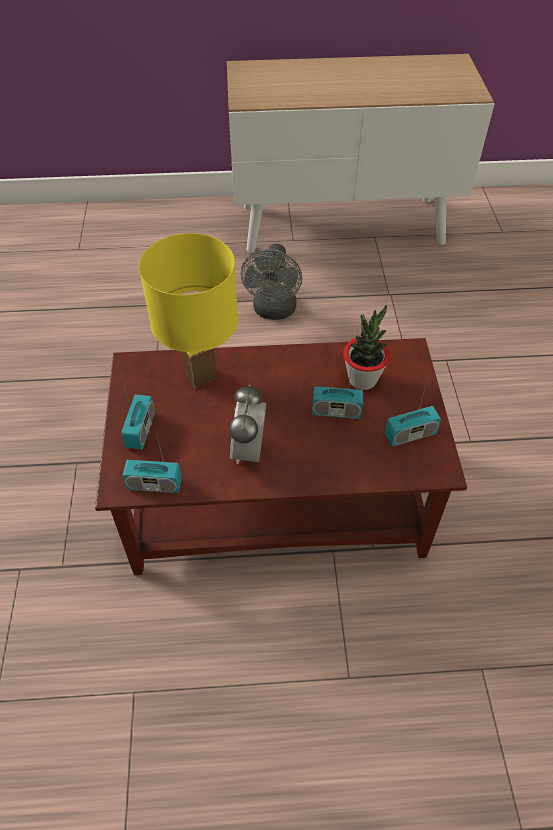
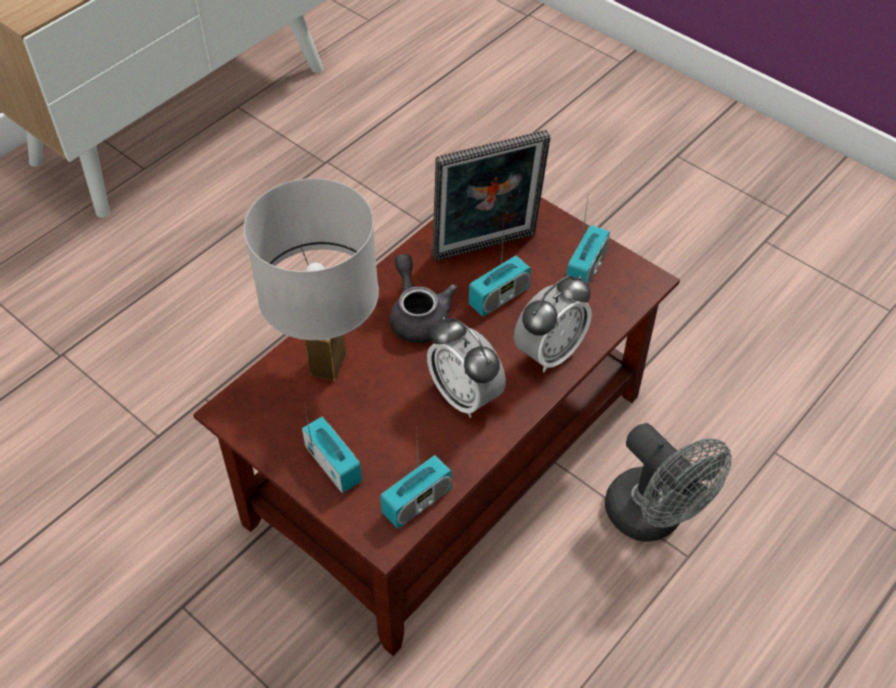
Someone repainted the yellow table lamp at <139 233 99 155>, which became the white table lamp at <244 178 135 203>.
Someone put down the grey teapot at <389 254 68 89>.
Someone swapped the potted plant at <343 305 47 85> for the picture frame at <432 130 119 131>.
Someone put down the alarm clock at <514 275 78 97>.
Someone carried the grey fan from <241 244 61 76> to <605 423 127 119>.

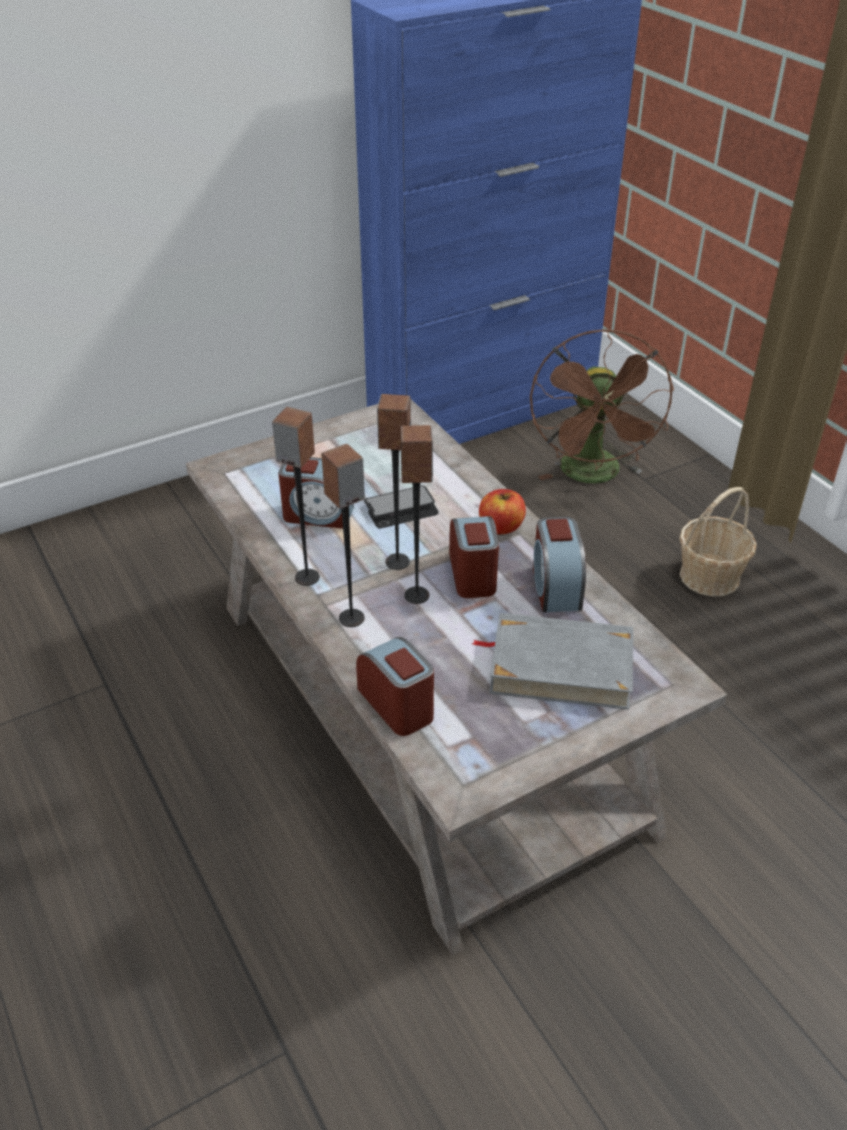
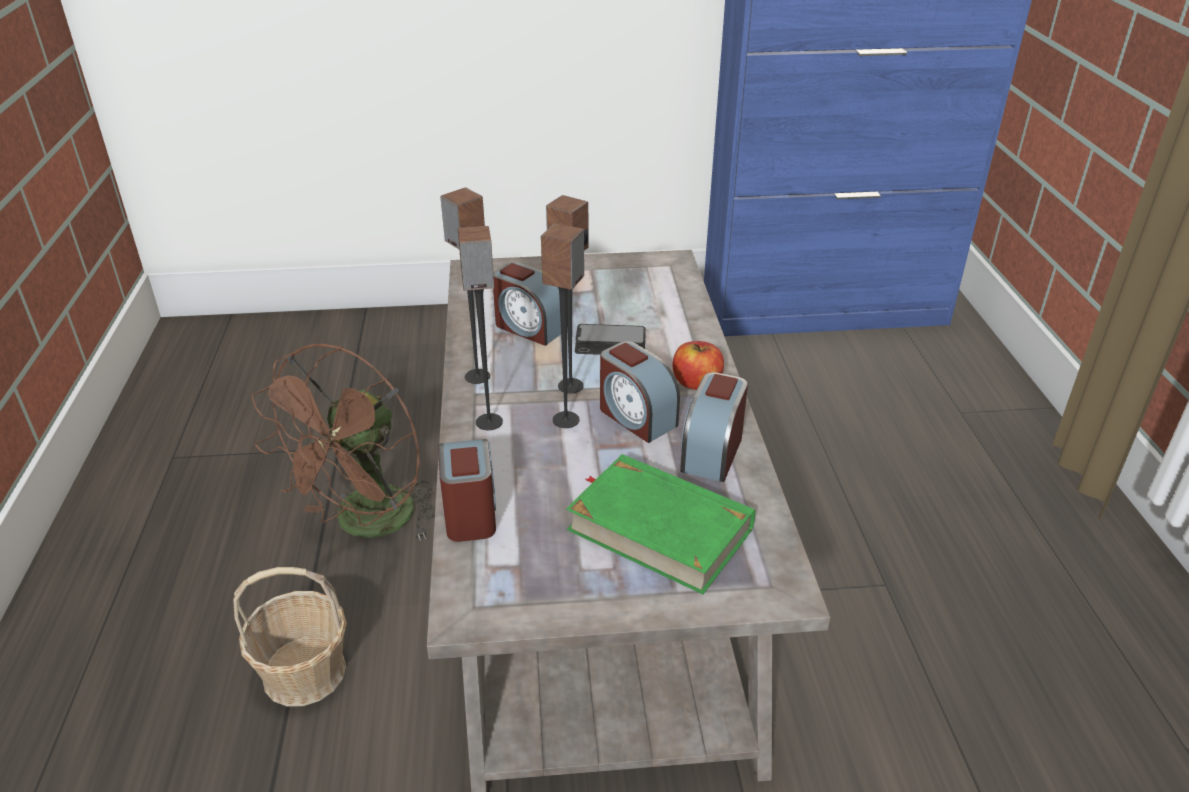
Someone carried the basket from <679 487 78 110> to <233 567 114 140>.
Someone carried the brown fan from <530 329 144 154> to <251 344 184 197>.
Someone repainted the grey book at <472 613 161 96>, which became the green book at <566 454 189 140>.
Someone rotated the alarm clock at <449 516 50 82> by 120 degrees clockwise.

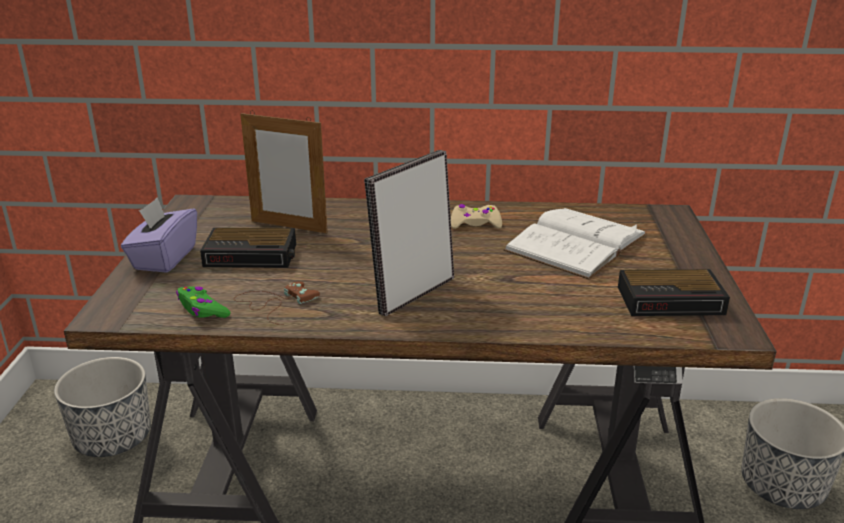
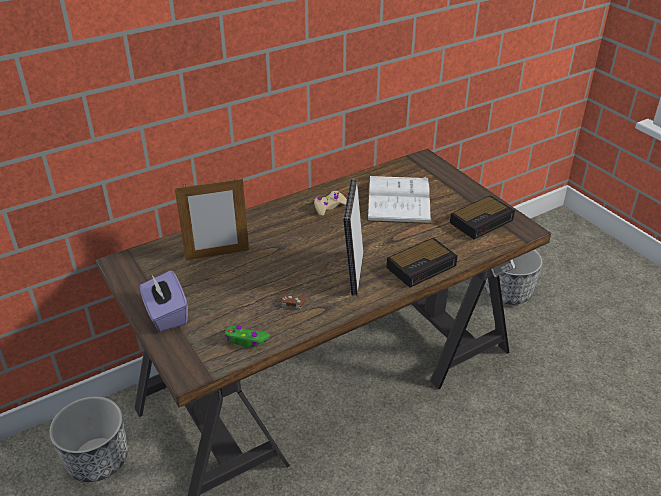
Someone carried the alarm clock from <200 228 96 40> to <387 237 71 51>.

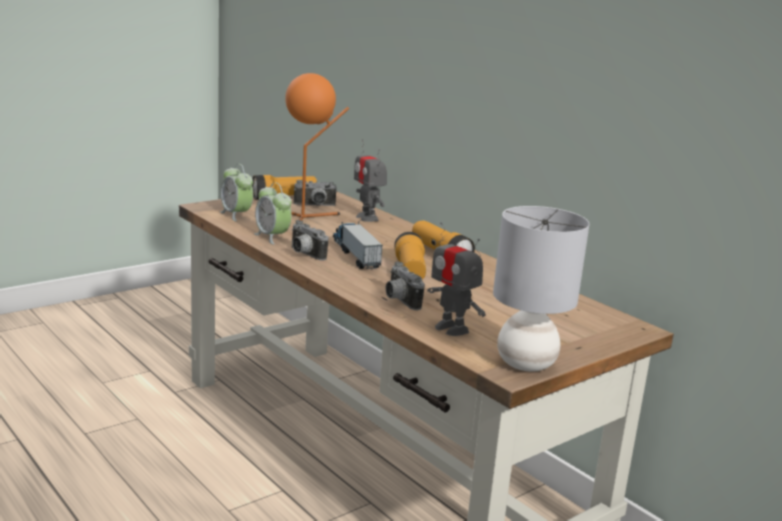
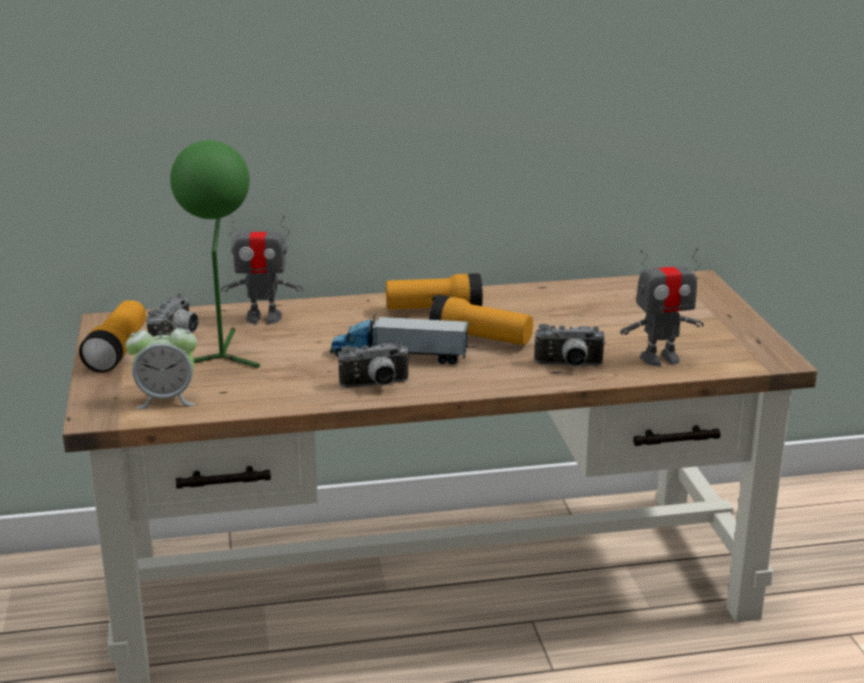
Someone repainted the orange table lamp at <285 73 64 148>, which became the green table lamp at <170 140 90 228>.
Someone took away the alarm clock at <254 182 38 62>.
Someone took away the grey table lamp at <493 206 97 166>.

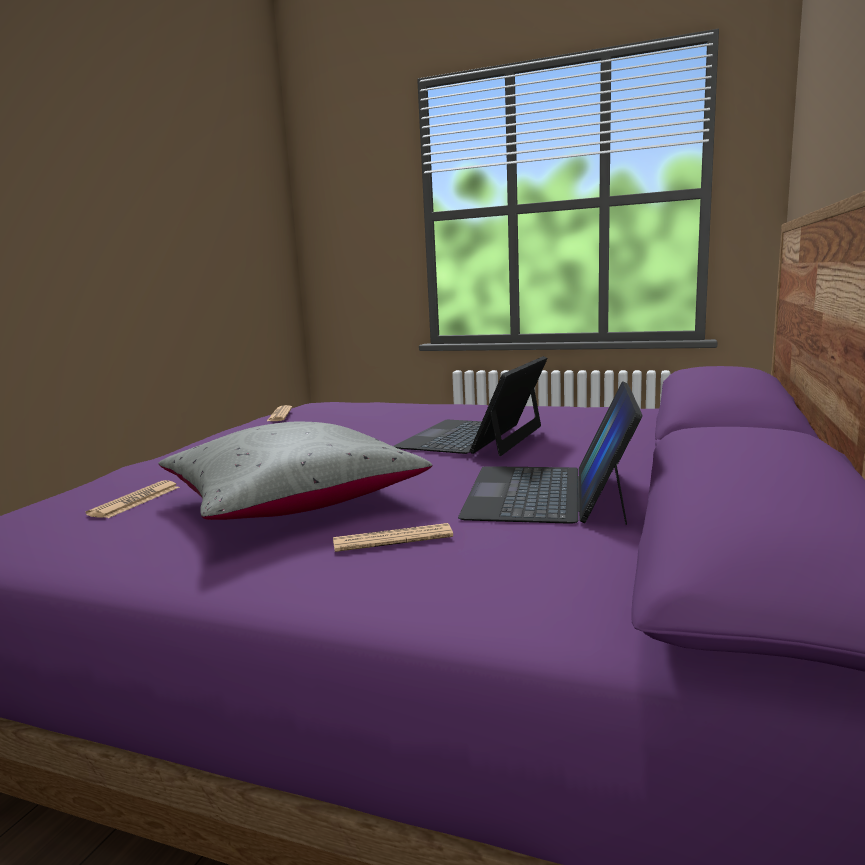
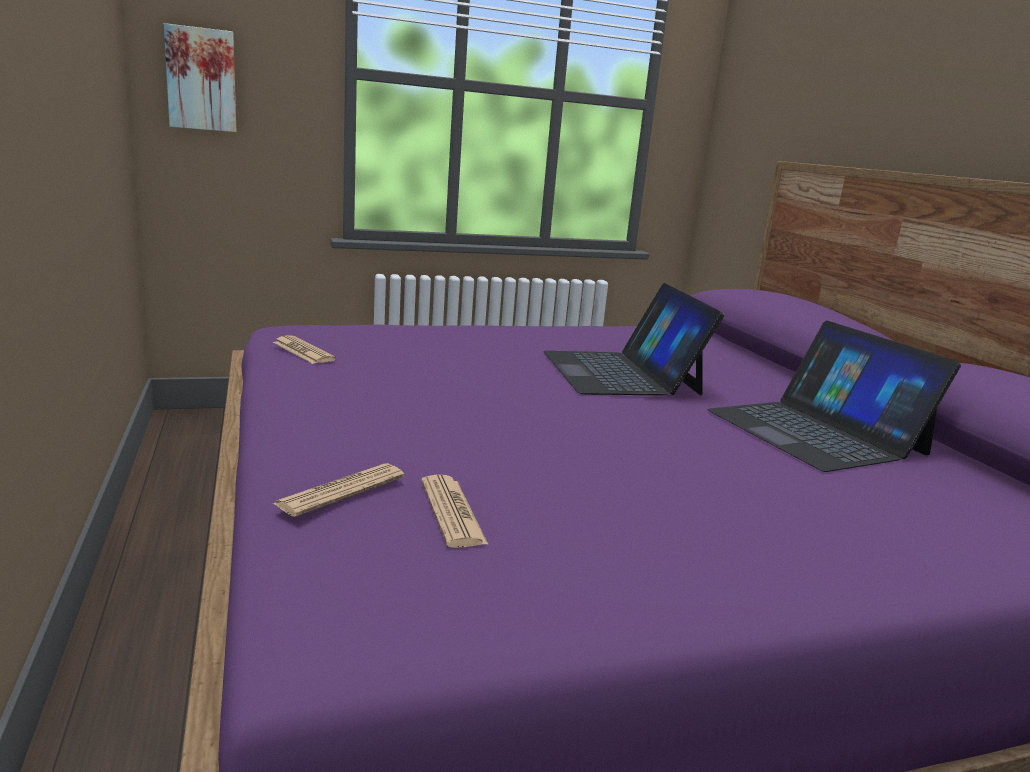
Someone put up the picture at <164 23 72 109>.
Someone carried the newspaper from <333 523 120 29> to <272 463 133 54>.
Someone took away the grey pillow at <158 422 275 98>.

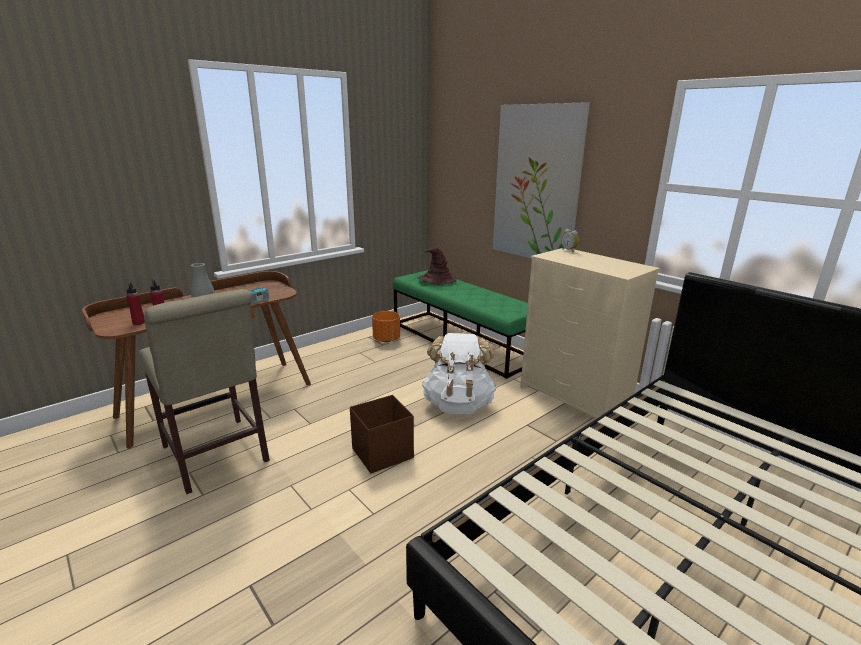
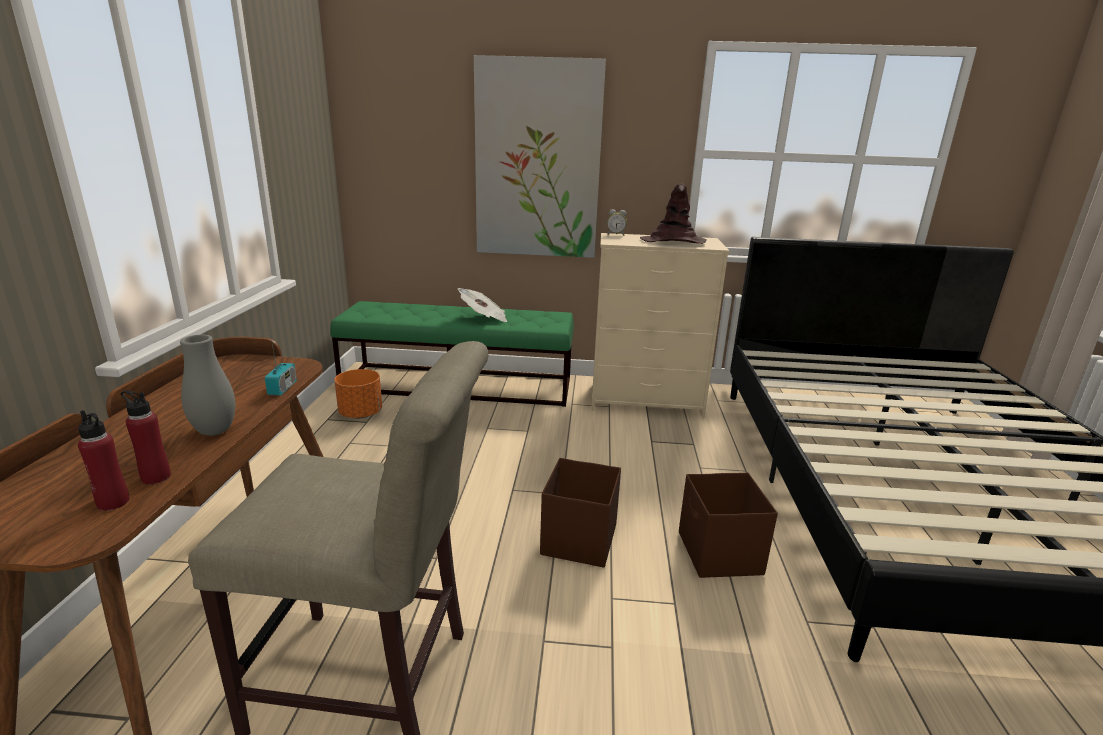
Someone put down the newspaper at <458 288 49 34>.
Someone carried the brown hat from <418 247 38 38> to <640 184 67 60>.
Someone put down the brown storage box at <679 473 99 105>.
Someone took away the white backpack at <422 333 74 81>.

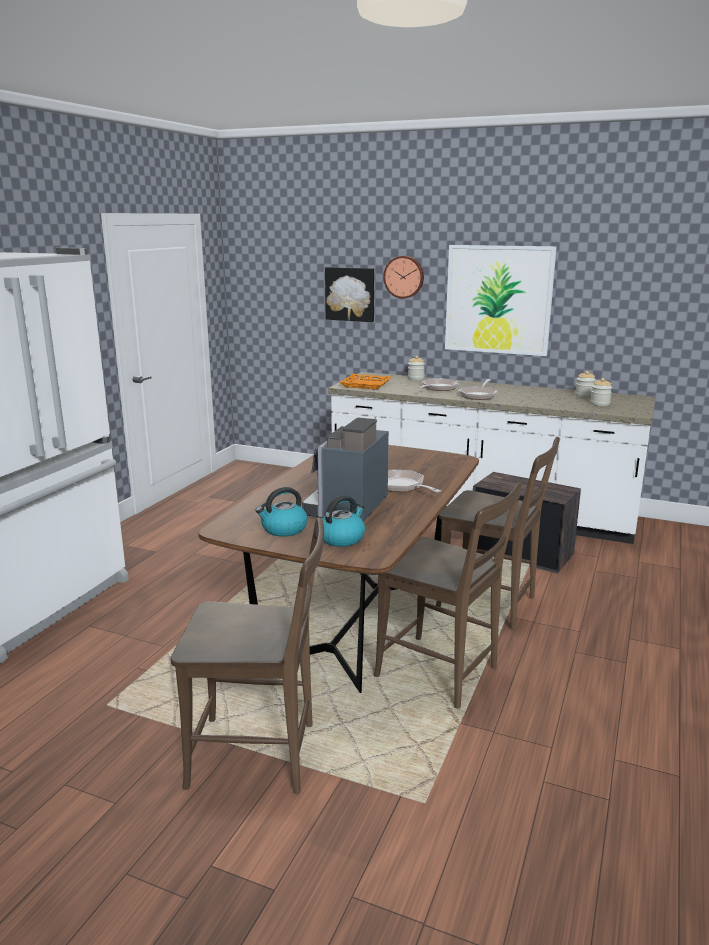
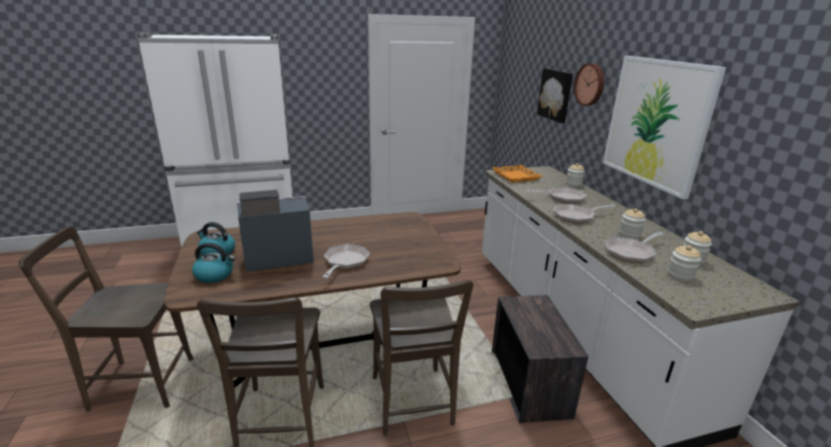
Someone rotated the brown chair at <170 518 154 276> by 120 degrees clockwise.
Someone put down the frying pan at <605 232 58 31>.
Someone put down the jar at <619 208 27 31>.

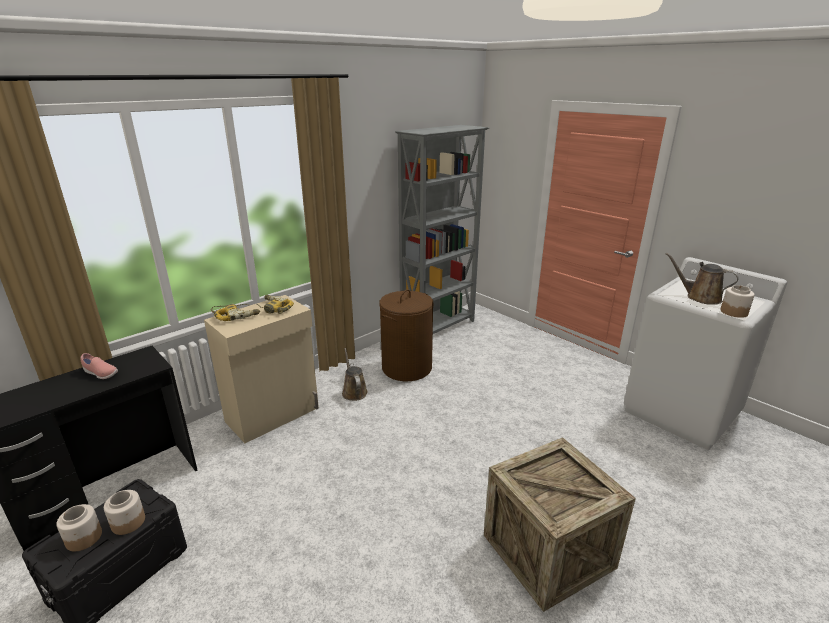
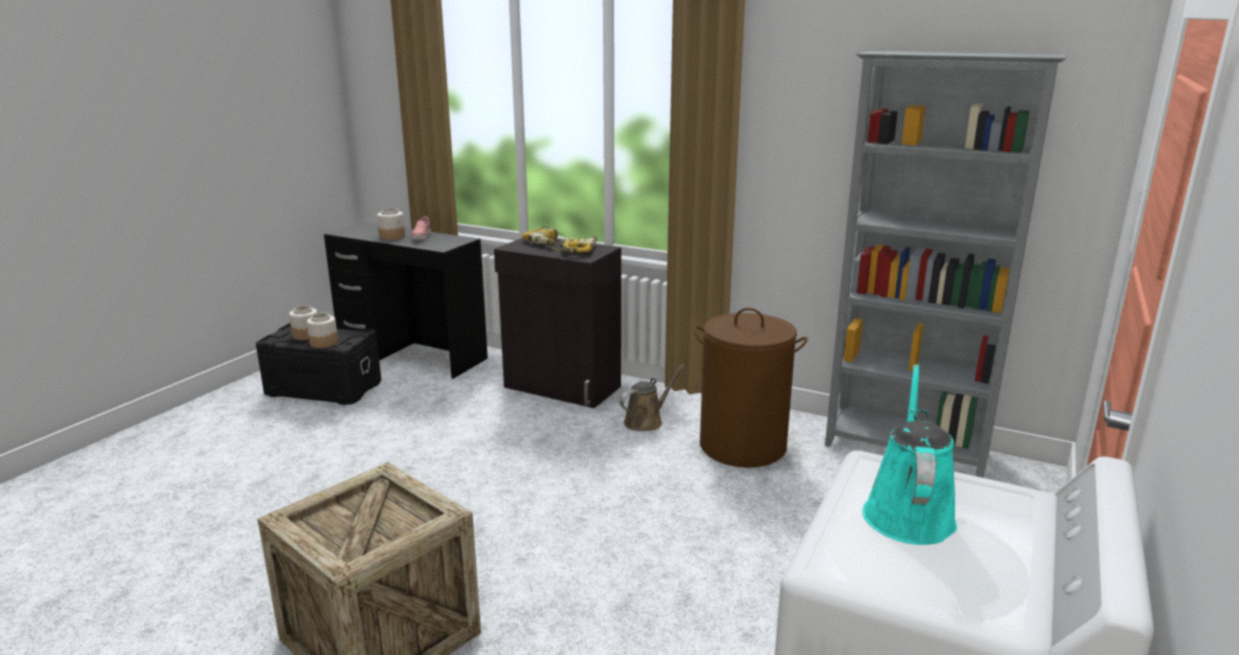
Someone carried the jar from <720 285 35 33> to <377 208 28 32>.
Someone repainted the beige cabinet at <204 295 115 148>, which became the black cabinet at <494 238 127 170>.
Someone repainted the brown watering can at <665 253 74 52>, which became the turquoise watering can at <863 364 94 181>.

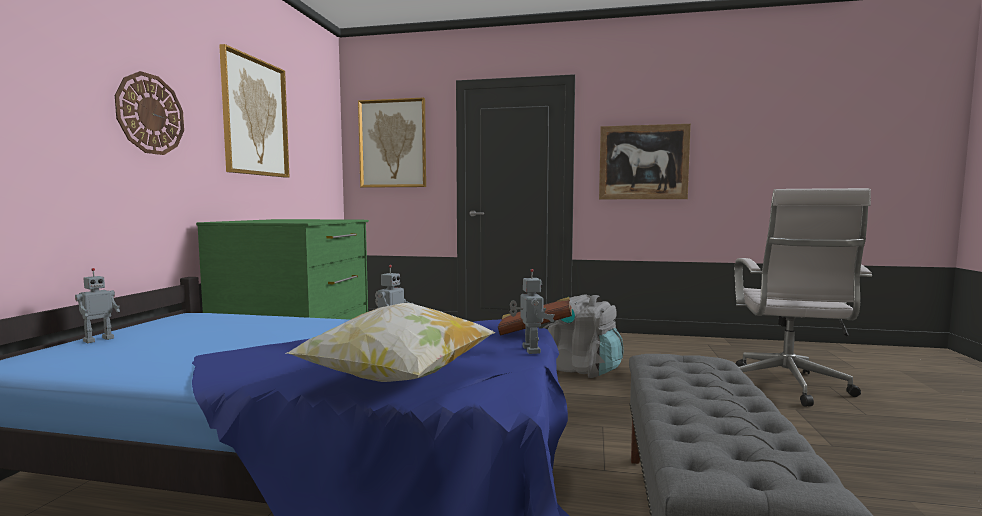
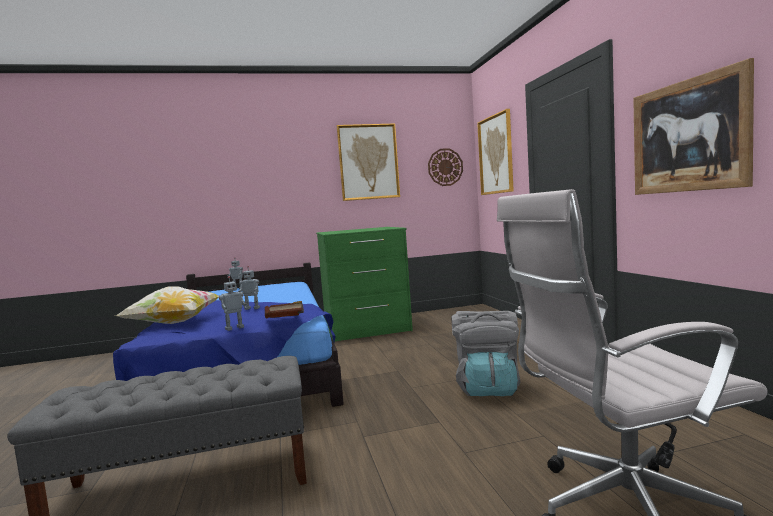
Someone carried the wall clock from <115 71 69 84> to <428 148 35 38>.

